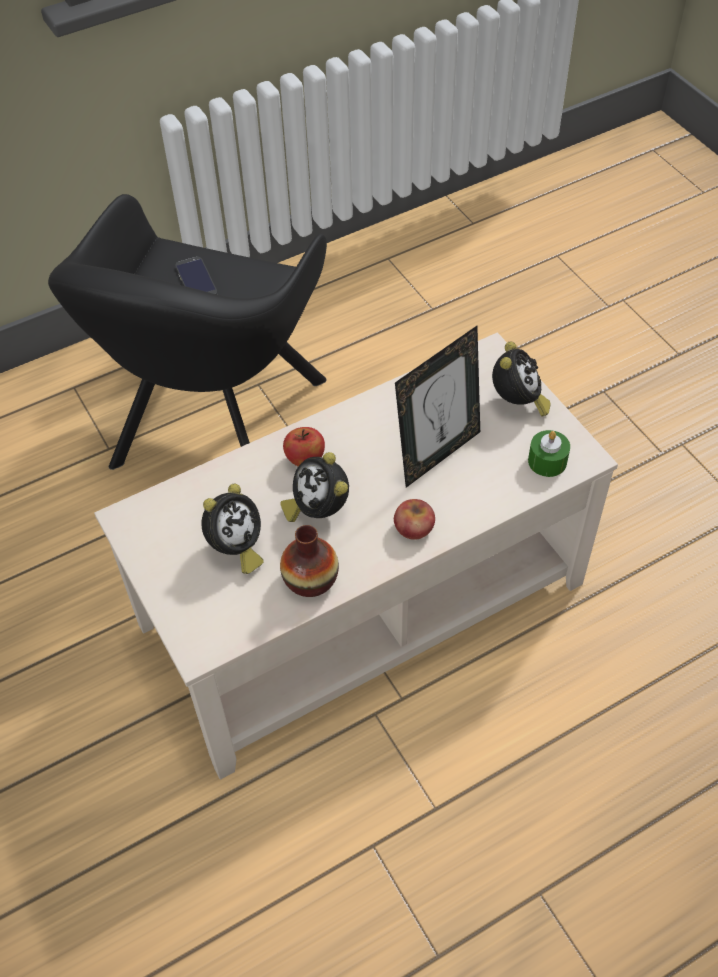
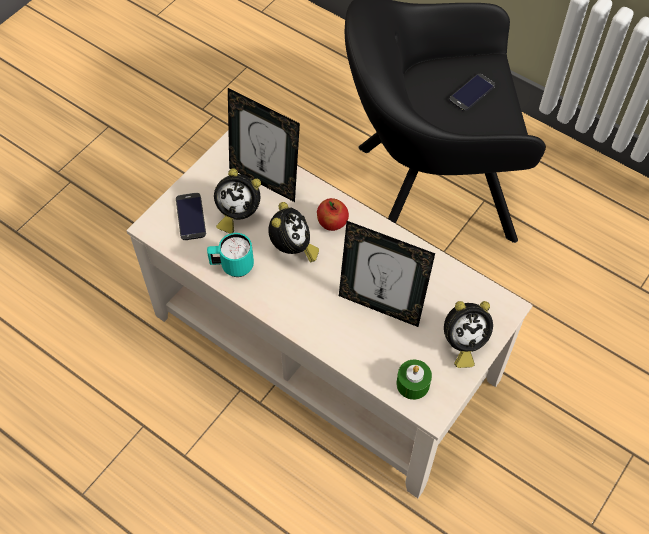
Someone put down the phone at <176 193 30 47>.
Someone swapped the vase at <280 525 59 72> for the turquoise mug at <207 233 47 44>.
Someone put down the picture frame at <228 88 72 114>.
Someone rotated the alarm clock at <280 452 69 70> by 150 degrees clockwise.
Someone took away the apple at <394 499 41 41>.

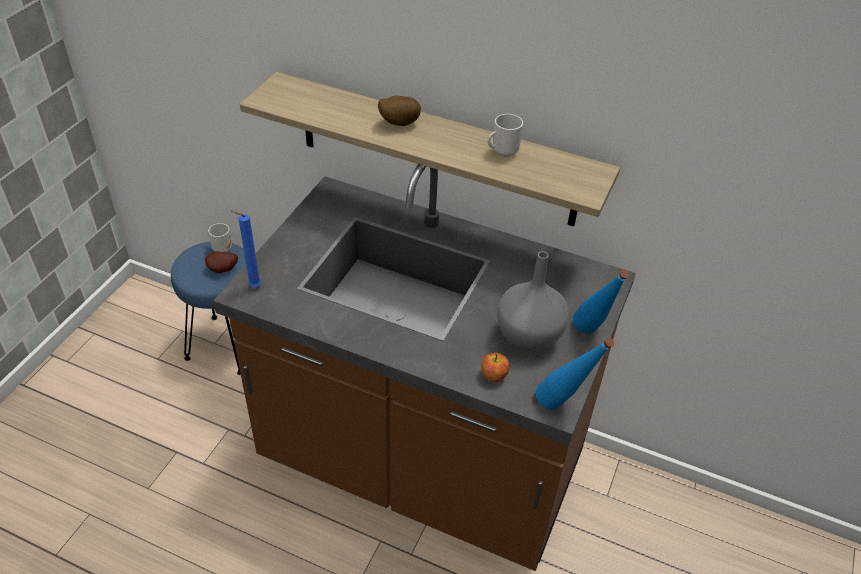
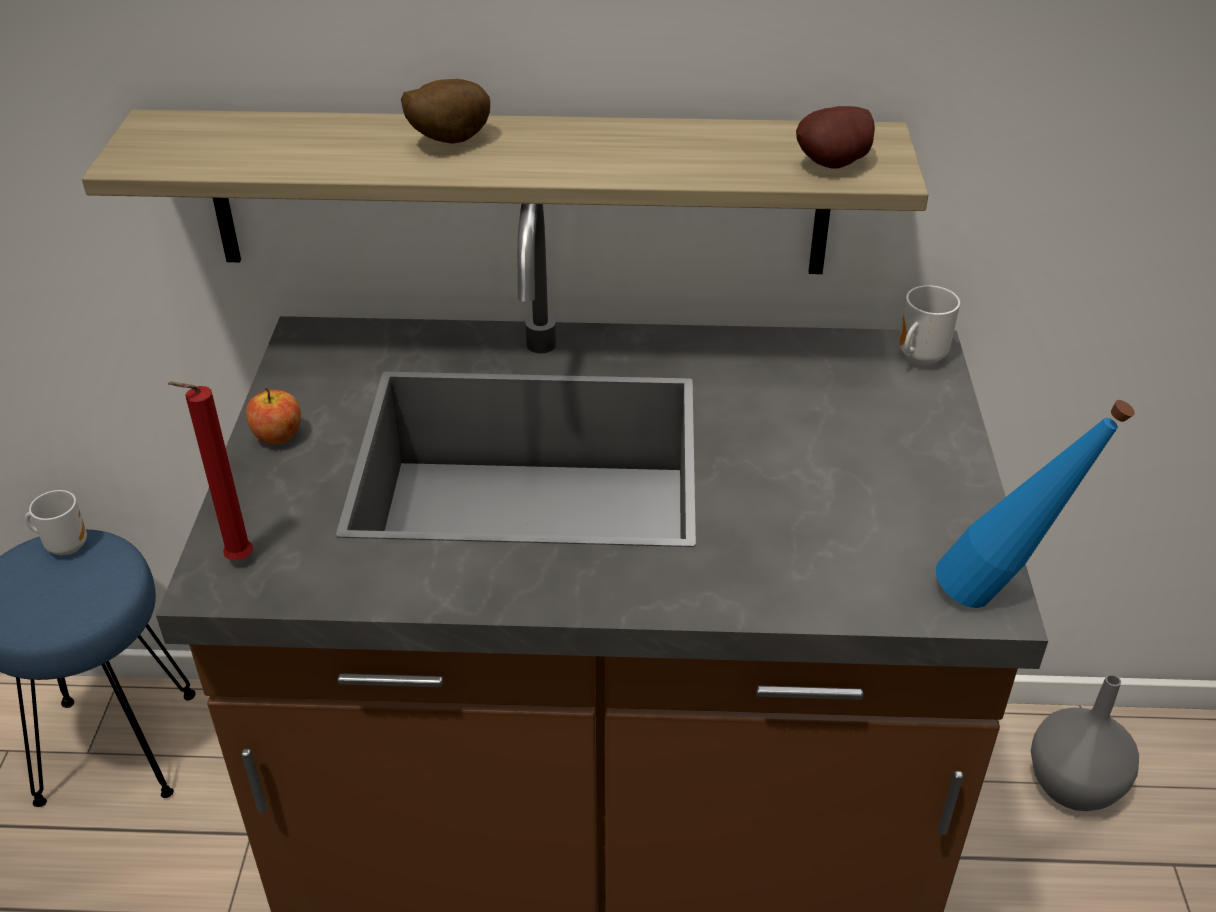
Someone repainted the blue candle at <231 211 30 76>, which became the red candle at <168 382 85 178>.
Someone carried the apple from <482 353 28 29> to <246 387 55 58>.
Someone carried the potato from <205 251 33 22> to <796 106 79 63>.
Someone carried the mug from <488 114 35 43> to <899 285 61 80>.
Someone carried the grey vase from <497 251 72 101> to <1031 674 108 137>.
Someone took away the blue bottle at <573 270 56 64>.

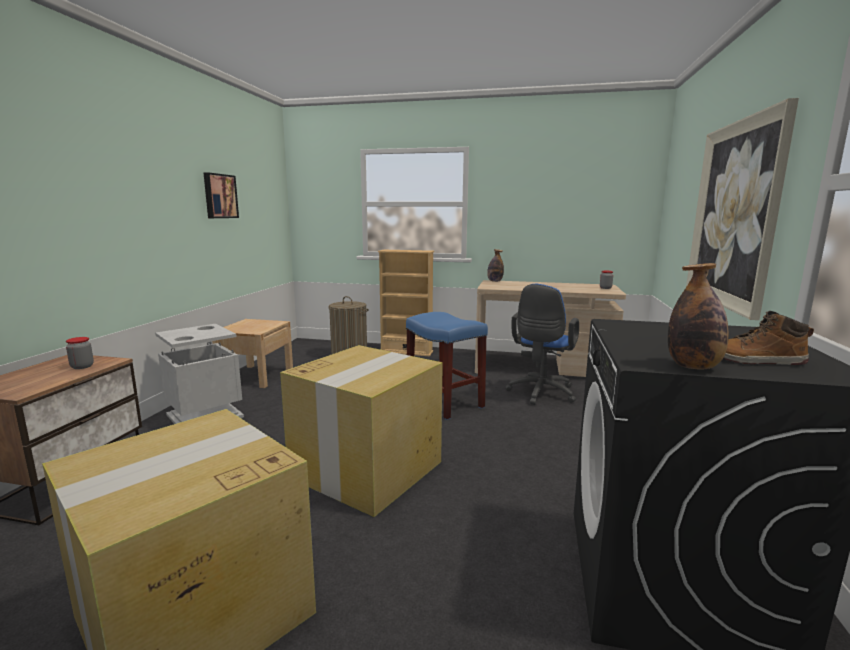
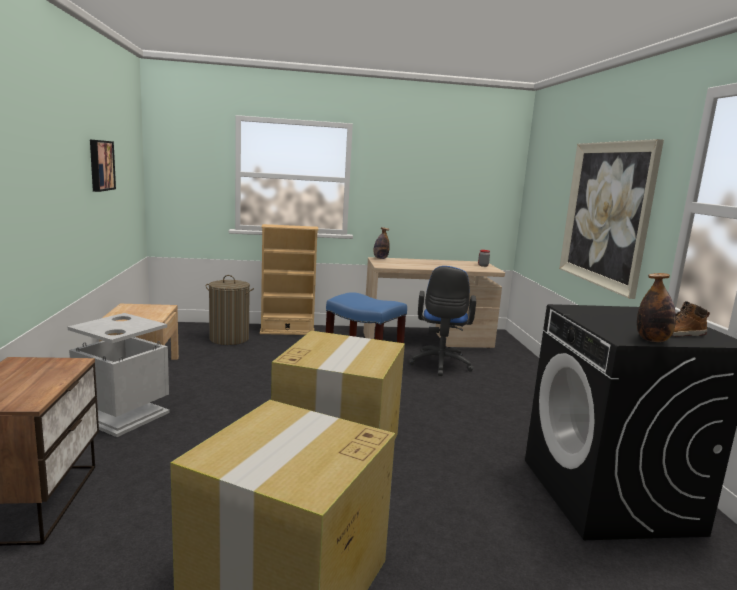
Someone took away the jar at <66 337 28 32>.

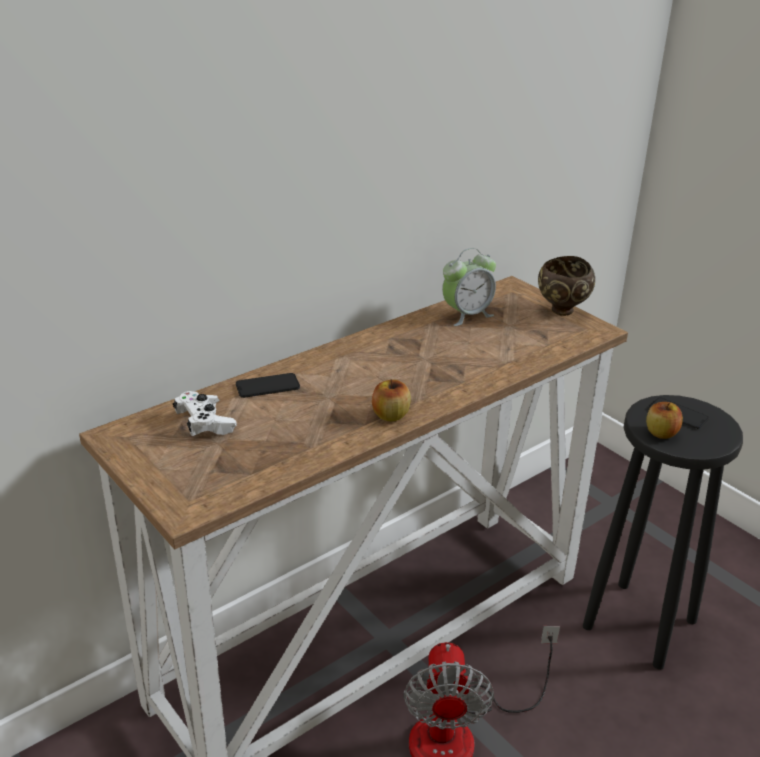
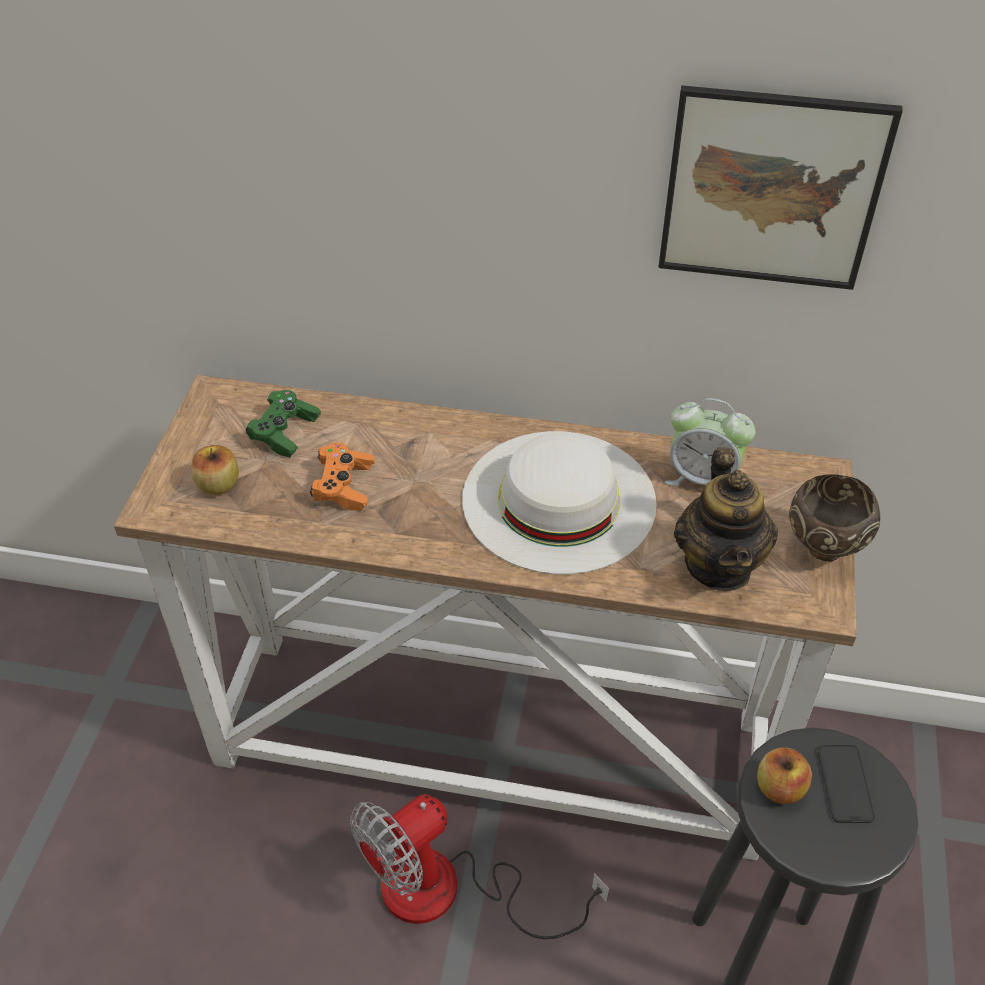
Someone carried the apple from <372 379 39 43> to <191 445 48 50>.
Someone repainted the white game controller at <173 391 64 45>, which became the green game controller at <245 390 76 67>.
Someone put down the orange game controller at <310 443 65 68>.
Someone put down the white hat at <462 431 195 143>.
Someone put up the picture at <658 85 245 205>.
Someone put down the teapot at <674 447 104 144>.
Someone took away the phone at <236 373 64 25>.

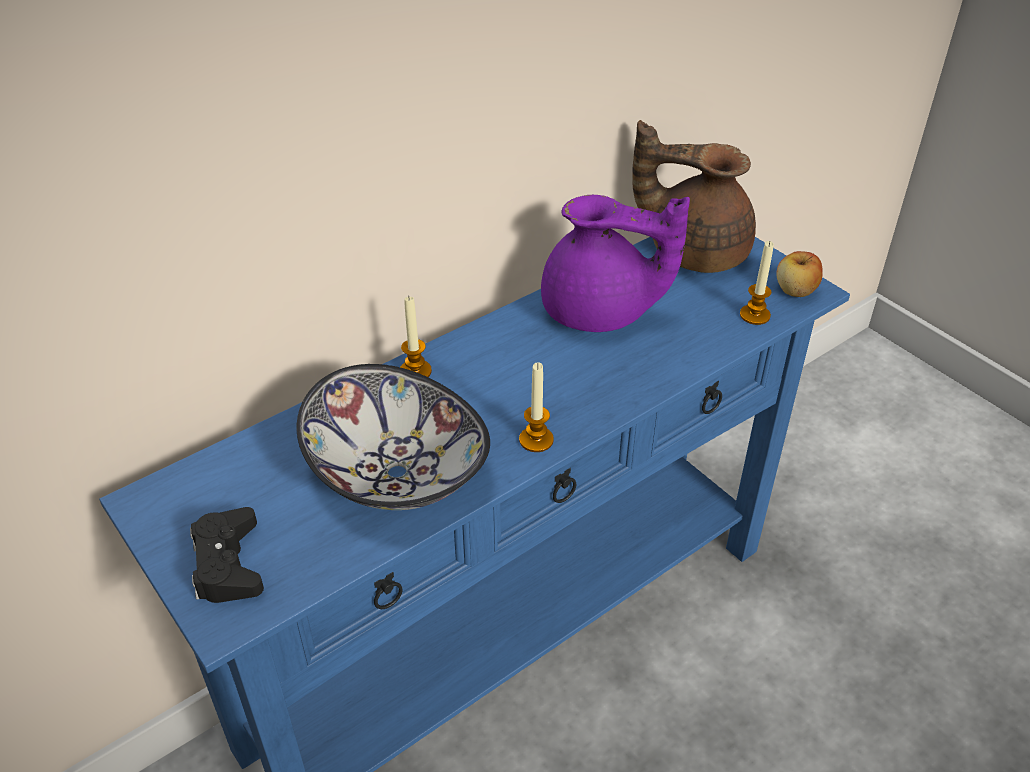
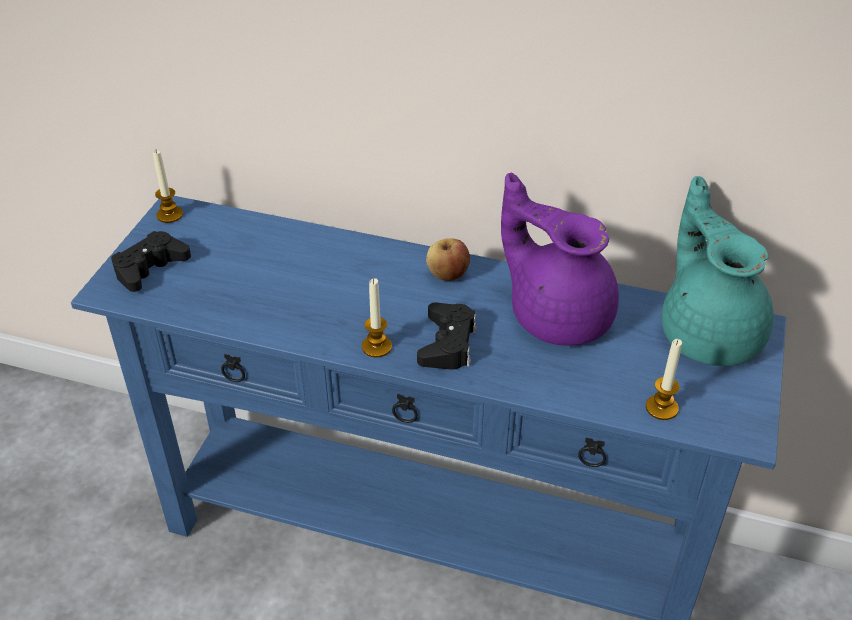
Someone carried the candle from <400 297 32 80> to <153 150 30 73>.
Someone put down the black game controller at <417 302 60 68>.
Someone carried the apple from <776 251 46 46> to <426 238 44 43>.
Someone rotated the purple teapot at <541 195 149 137> by 150 degrees clockwise.
Someone repainted the brown teapot at <632 120 124 153>, which became the turquoise teapot at <661 176 113 190>.
Someone took away the bowl at <297 364 193 146>.

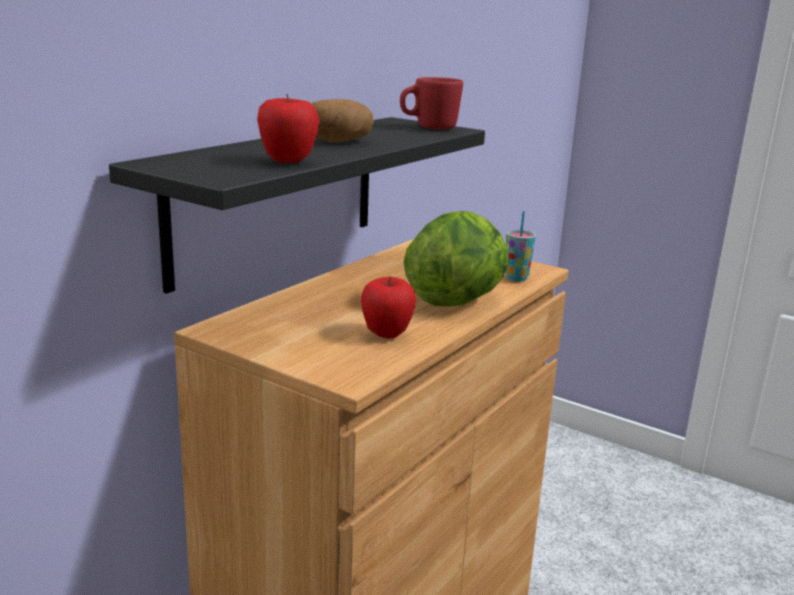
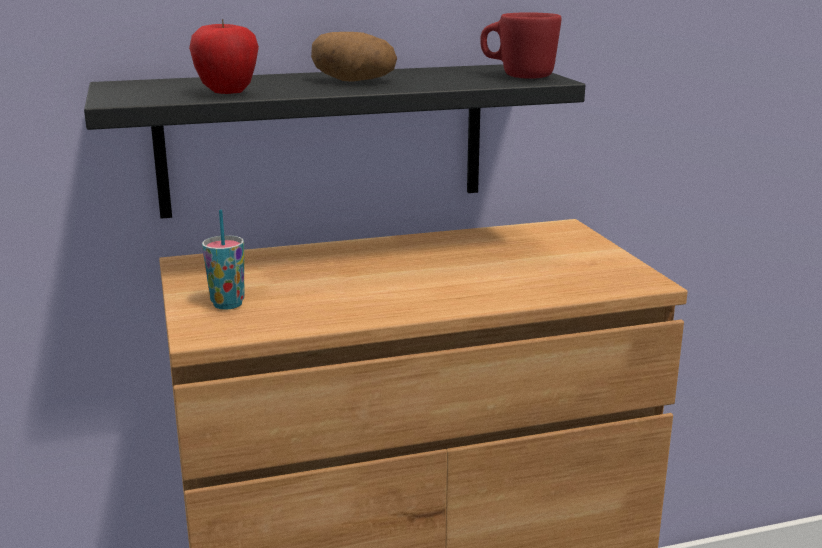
Someone carried the cup from <506 211 30 71> to <202 209 42 101>.
Someone took away the apple at <361 277 55 62>.
Someone took away the lettuce at <404 211 105 95>.

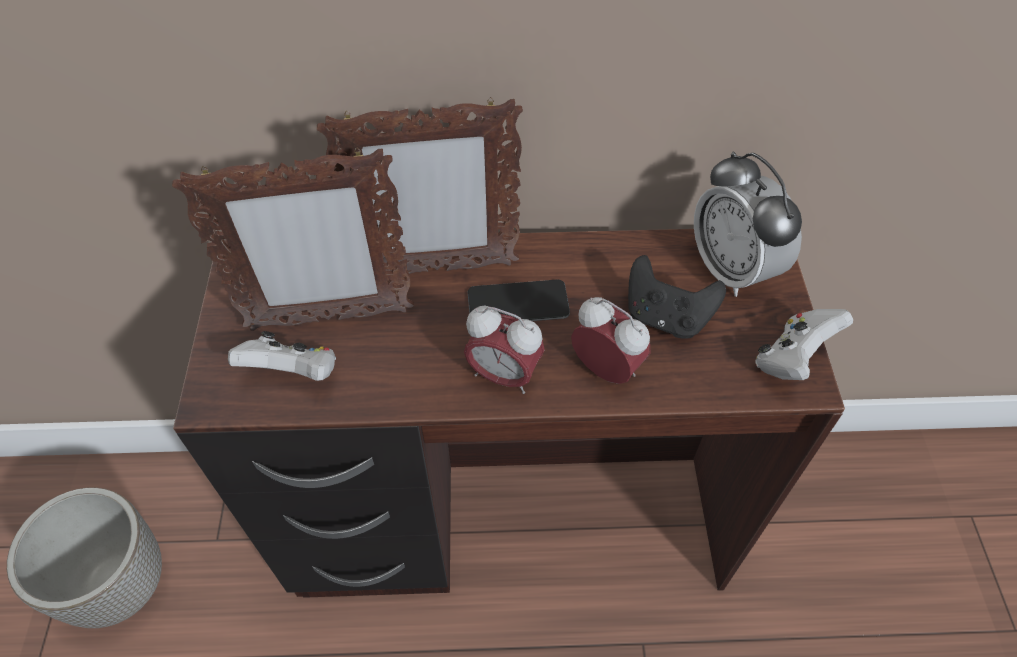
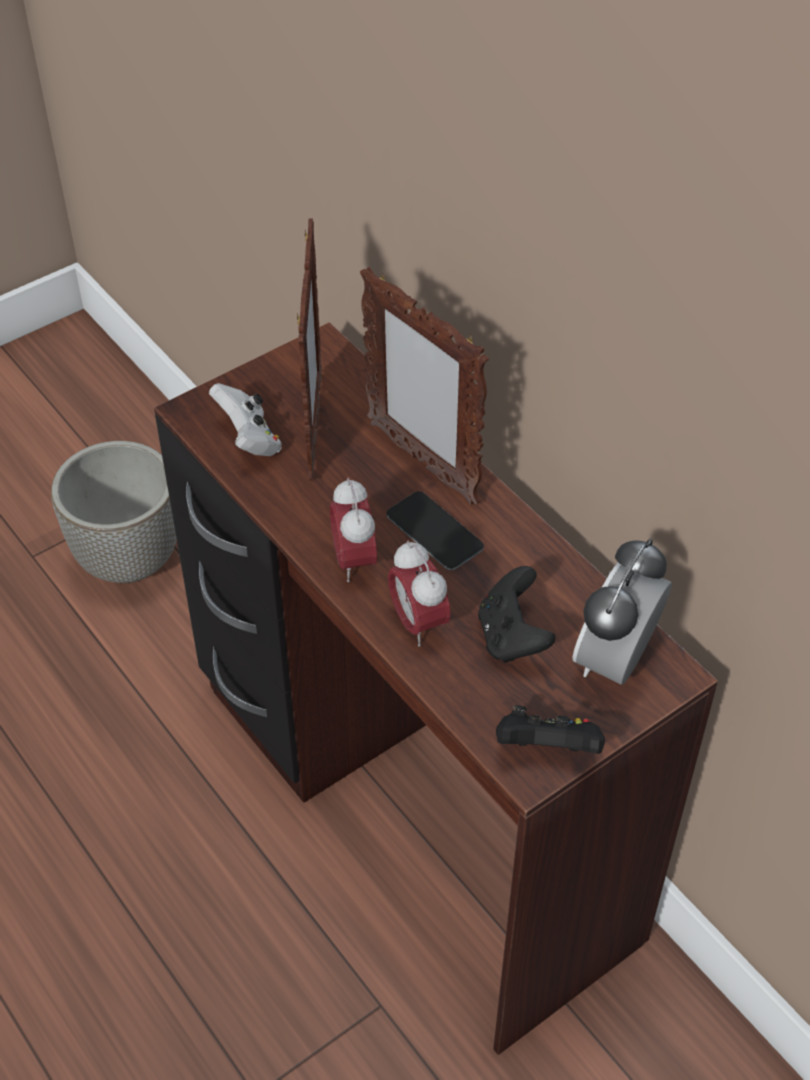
Someone rotated the picture frame at <172 148 242 183> by 135 degrees counterclockwise.
Someone rotated the alarm clock at <571 297 79 87> by 150 degrees clockwise.
Someone repainted the white game controller at <755 309 98 71>, which became the black game controller at <496 705 109 49>.

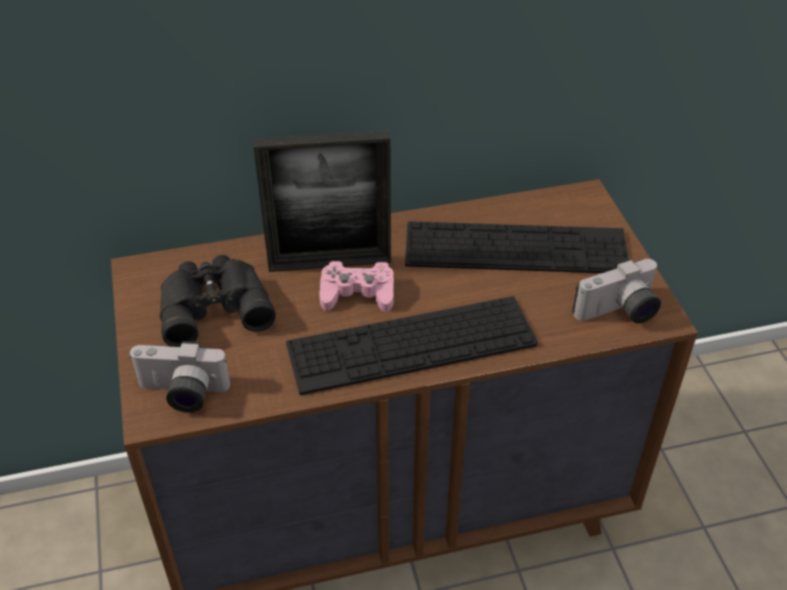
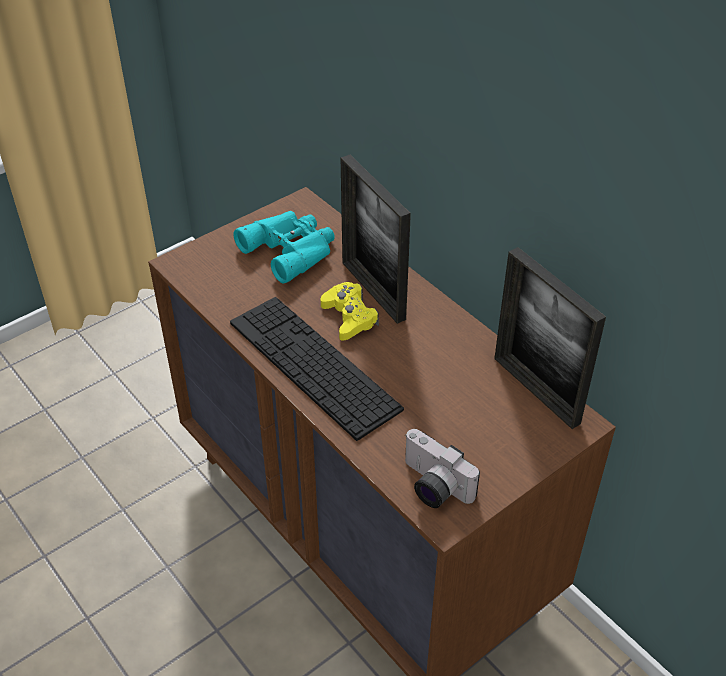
Someone repainted the black binoculars at <160 255 116 92>, which became the turquoise binoculars at <234 211 101 73>.
Someone repainted the pink game controller at <319 261 75 51>, which became the yellow game controller at <321 282 58 59>.
Someone put down the picture frame at <494 247 112 182>.
Someone took away the photo camera at <128 341 102 72>.
Someone took away the keyboard at <405 221 224 52>.

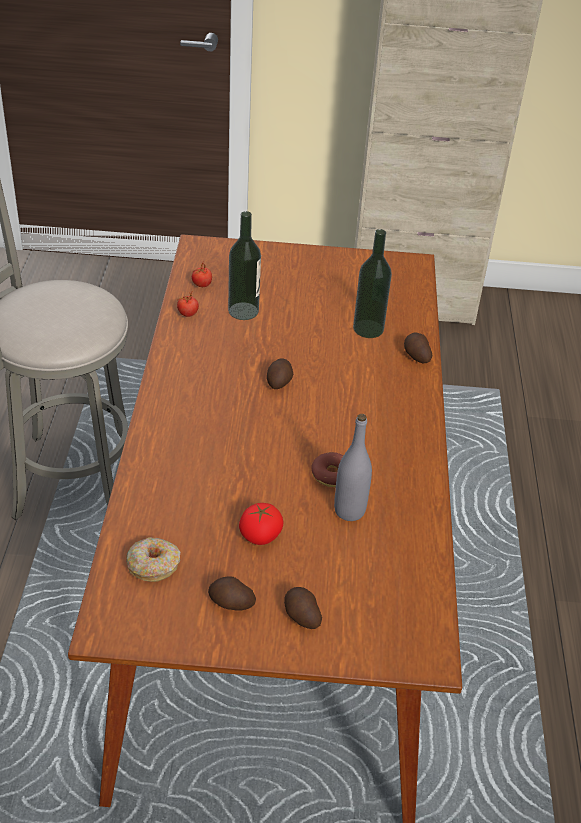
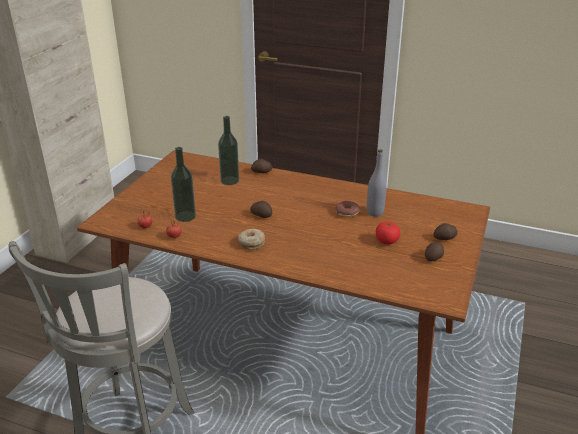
Someone carried the donut from <126 537 54 45> to <238 229 27 21>.

